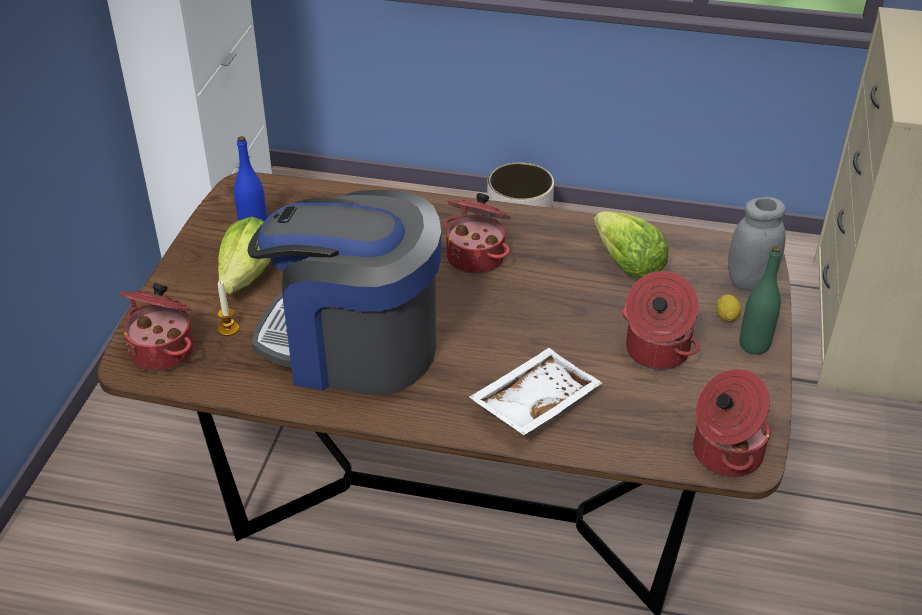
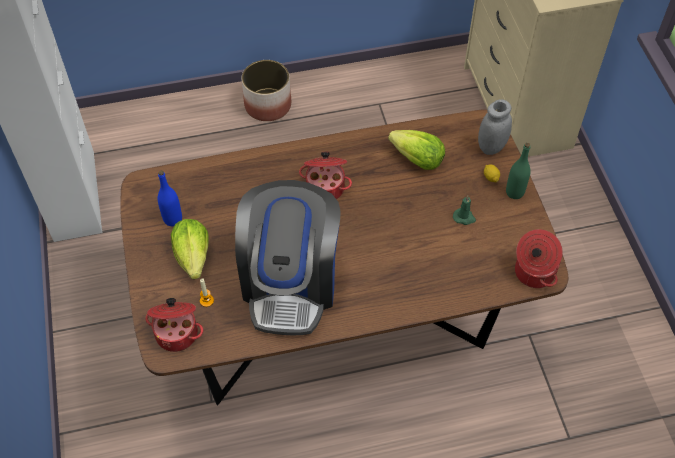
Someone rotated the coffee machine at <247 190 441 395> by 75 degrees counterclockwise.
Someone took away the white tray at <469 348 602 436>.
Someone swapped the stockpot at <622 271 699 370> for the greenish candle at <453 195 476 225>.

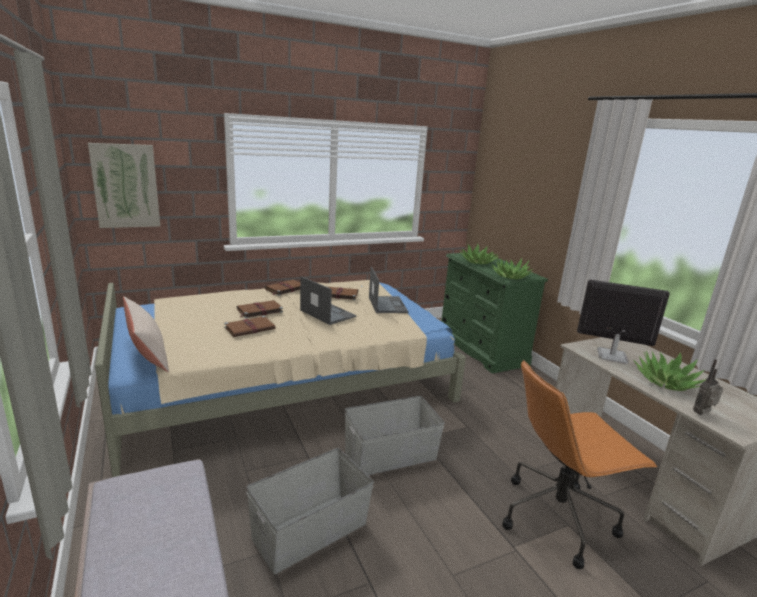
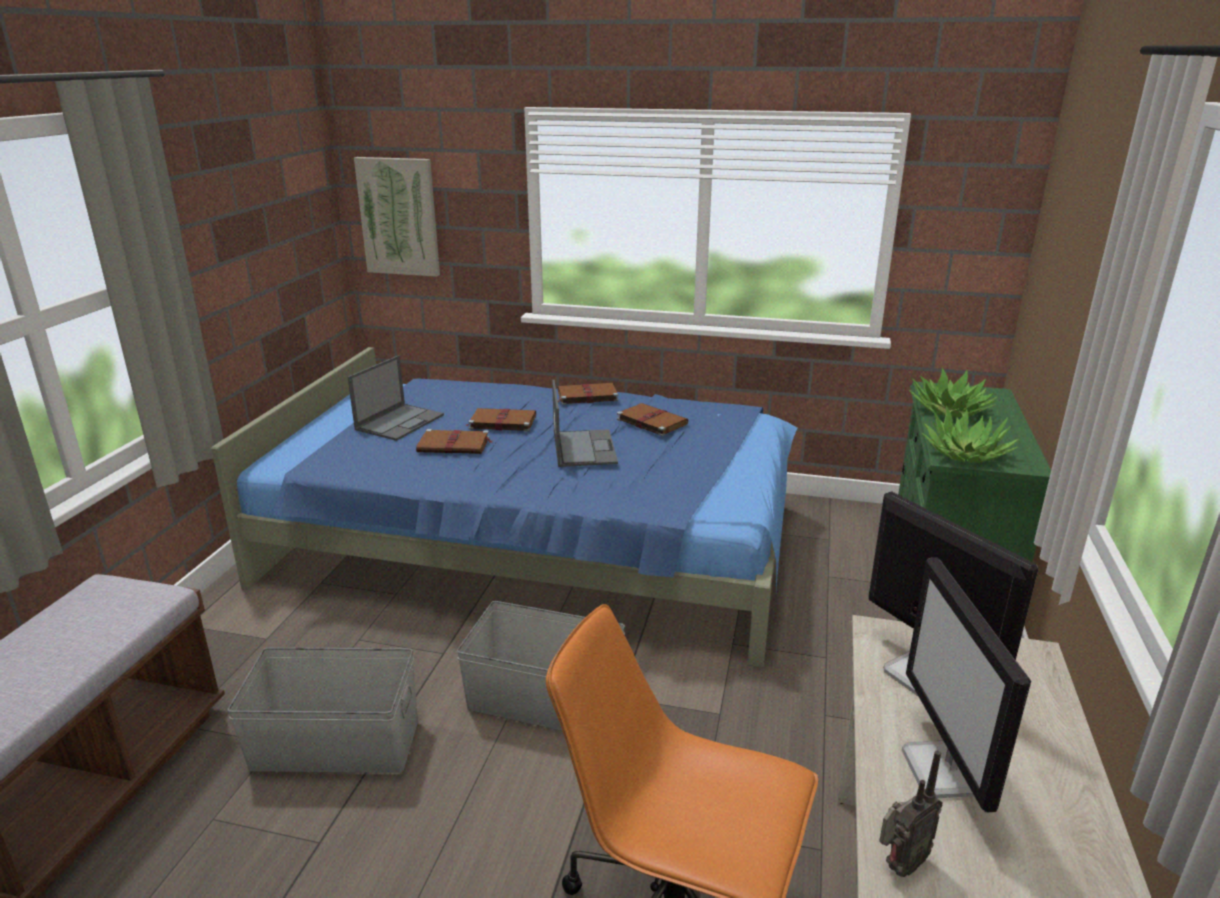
Someone repainted the beige-coloured sleeping bed at <95 280 466 477>, which became the blue sleeping bed at <211 347 797 667>.
Someone took away the beige-coloured pillow at <123 296 169 372>.
Someone carried the laptop from <369 267 408 313> to <348 355 444 441>.
Someone swapped the plant in a pot at <633 351 706 391> for the computer display at <902 557 1031 812>.
Someone rotated the radio receiver at <693 359 723 415> by 135 degrees clockwise.

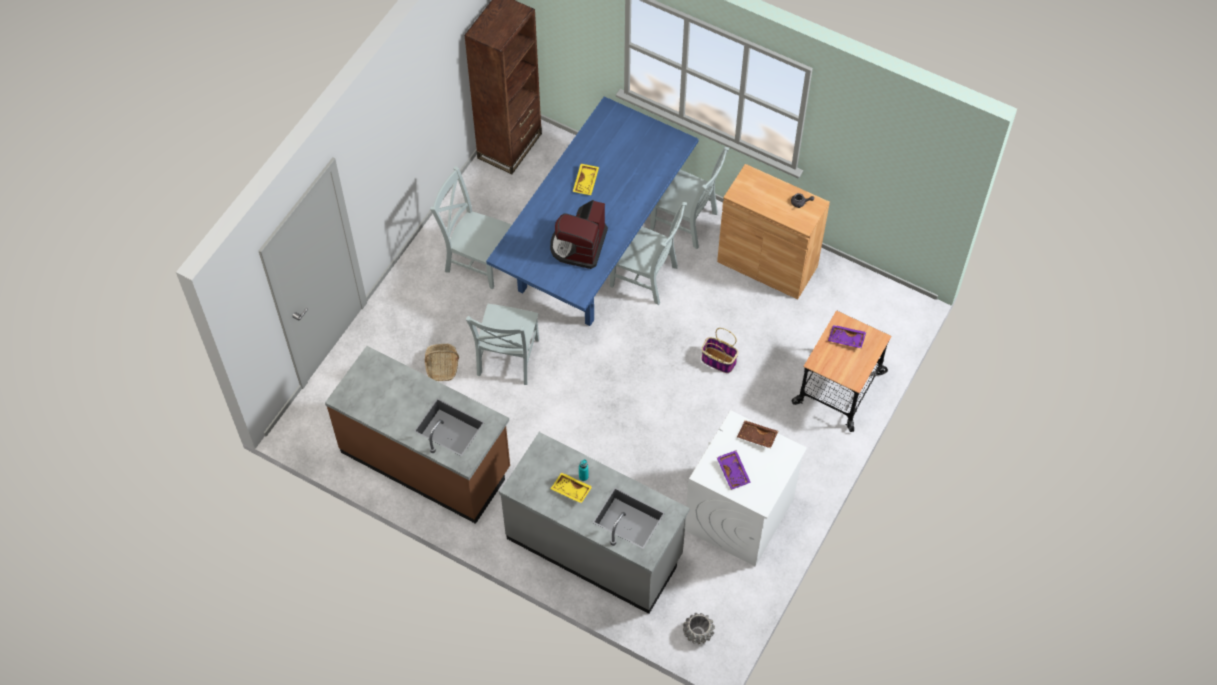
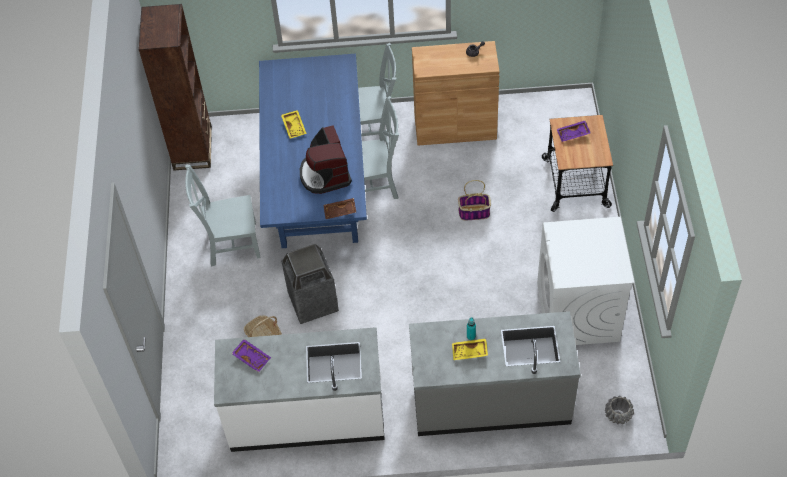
Someone repainted the brown kitchen counter at <325 346 510 524>, which became the white kitchen counter at <214 327 385 452>.
Someone swapped the greyish plain chair at <465 304 539 385> for the rubbish bin at <281 244 339 324>.
Someone carried the purple-coloured tray from <717 450 751 490> to <231 339 271 372>.
Someone carried the brown tray from <737 420 778 448> to <323 198 356 219>.

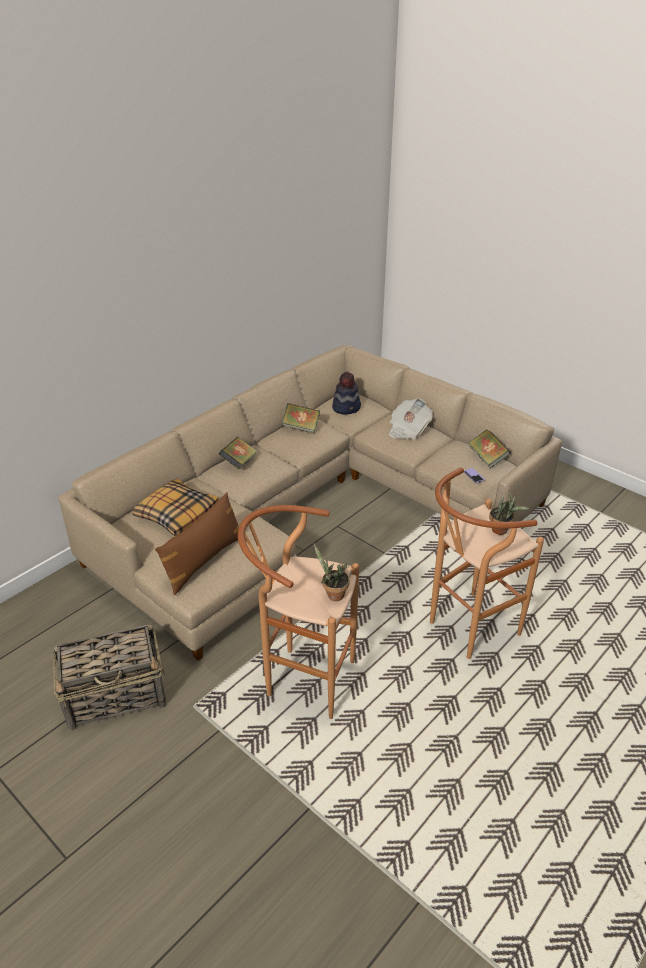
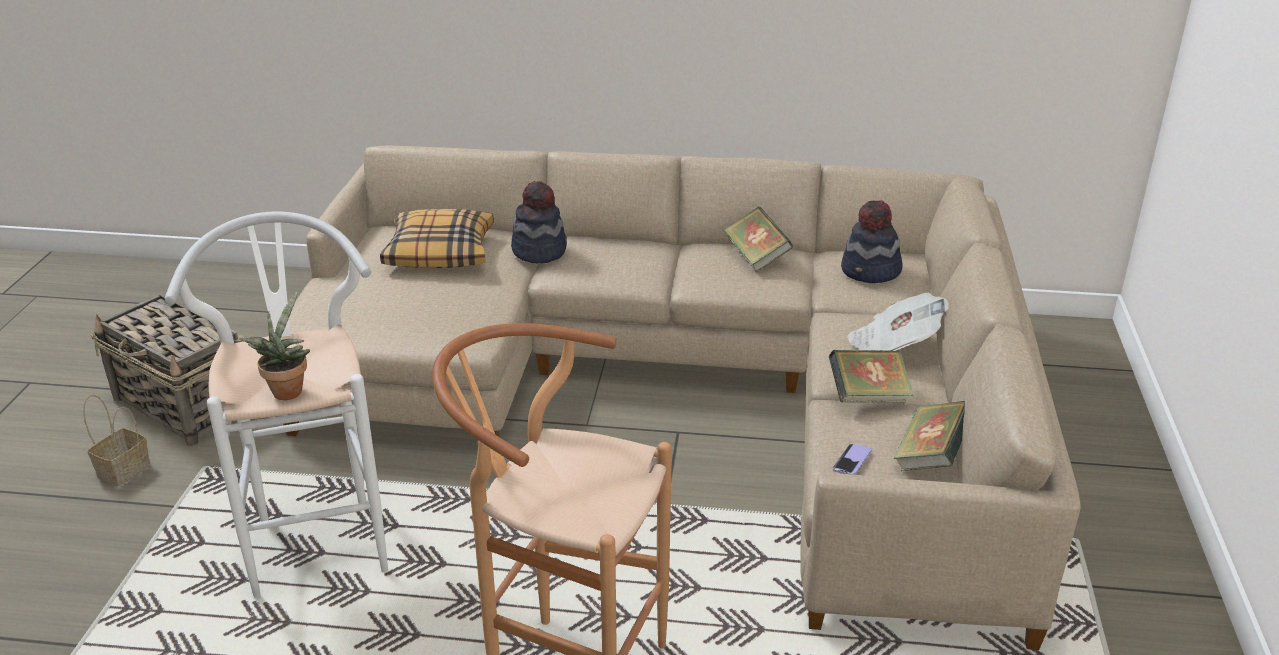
Someone took away the brown pillow at <155 492 239 595>.
Someone carried the bound book from <219 437 257 469> to <829 350 914 402>.
Someone repainted the brown stool at <238 505 359 719>, which became the white stool at <165 211 388 598>.
Someone took away the plant in a pot at <489 491 529 535>.
Someone put down the storage basket at <83 395 151 486>.
Someone put down the wearable hat at <511 181 567 263>.

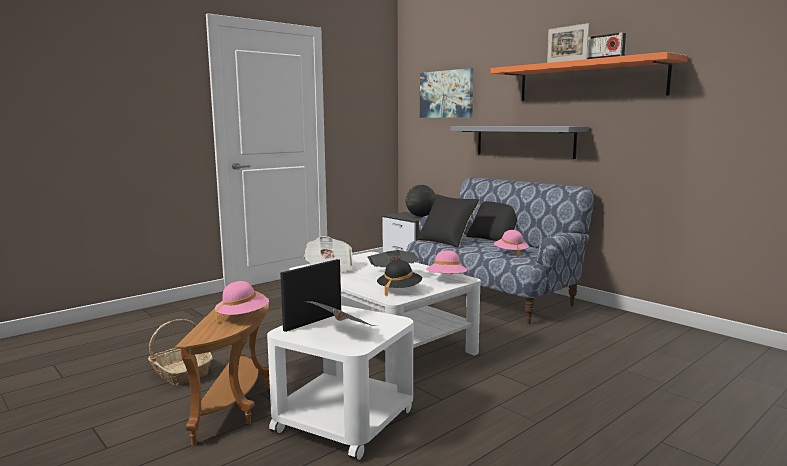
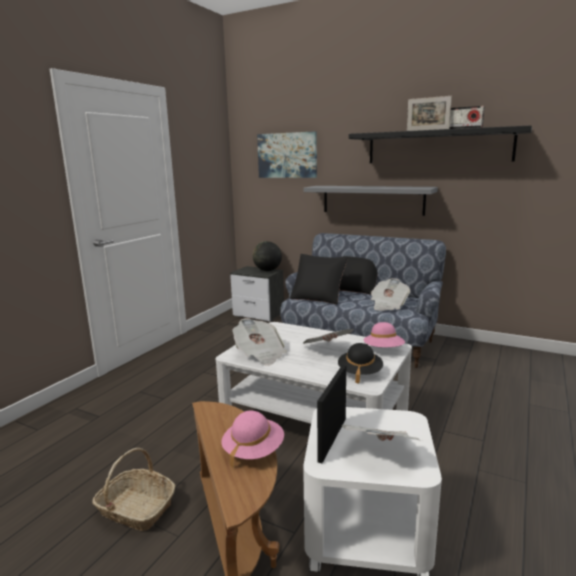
Someone repainted the orange-coloured wall shelf at <490 52 688 101>, which became the black-coloured wall shelf at <349 125 532 163>.
Someone swapped the pink-coloured wearable hat at <494 230 529 257> for the daily paper at <371 278 410 311>.

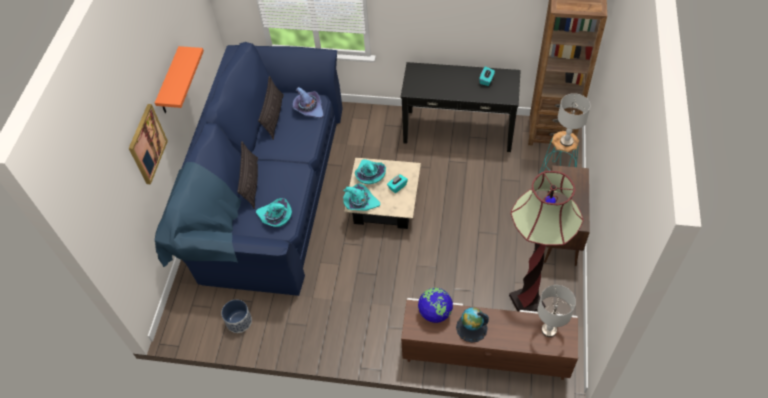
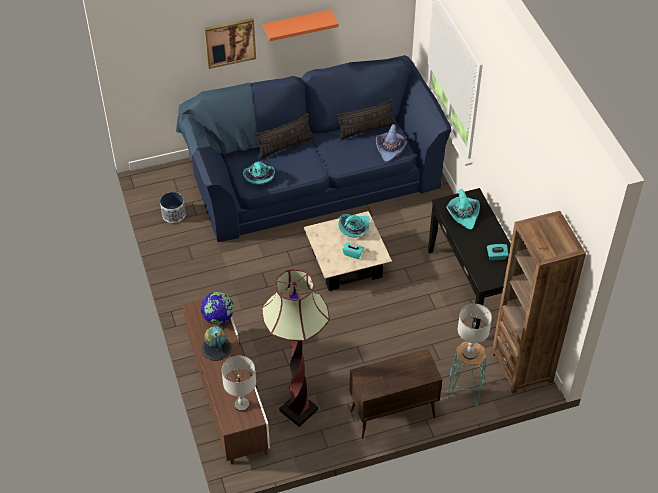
Someone carried the turquoise-coloured wearable hat from <343 184 381 211> to <446 189 480 230>.

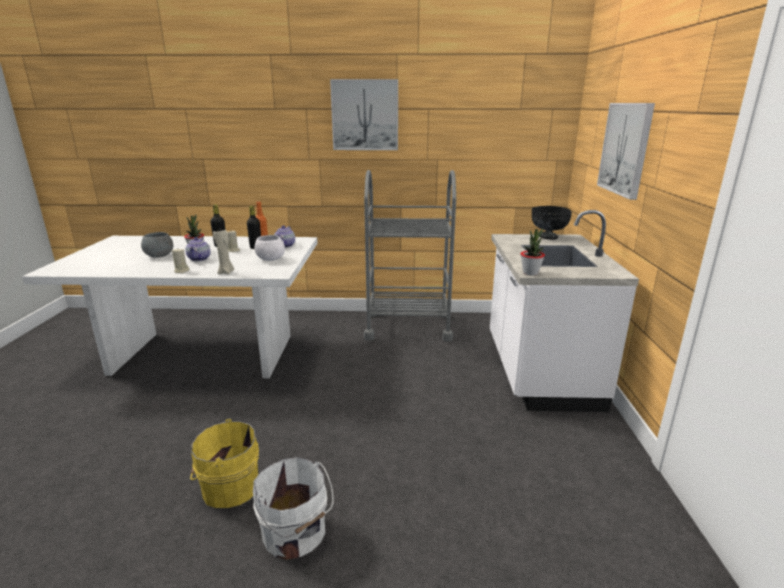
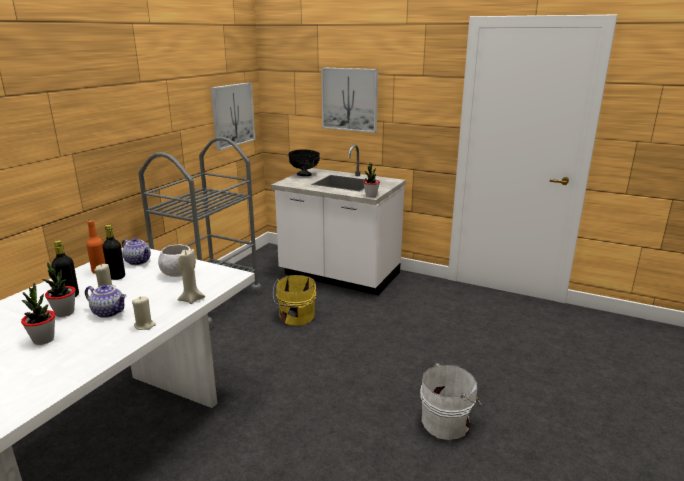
Someone swapped the greyish bowl at <141 232 173 258> for the plant in a pot at <21 283 55 345>.
Someone carried the yellowish pail from <190 418 259 508> to <273 275 317 326>.
Someone carried the wall art from <330 79 398 150> to <211 82 255 150>.

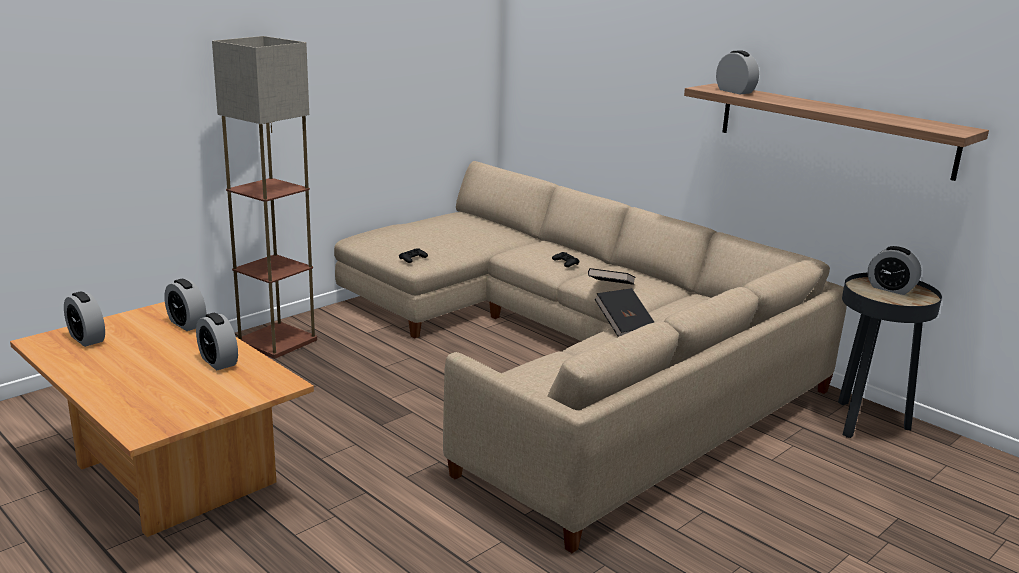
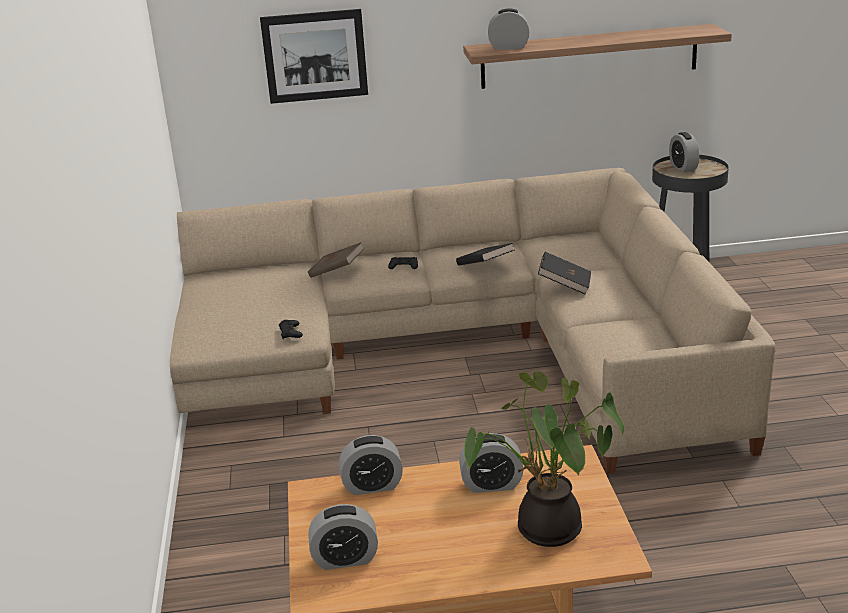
Someone took away the standing lamp at <212 36 317 359>.
Someone rotated the table clock at <868 246 921 295> by 90 degrees clockwise.
Someone put up the wall art at <260 9 368 104>.
Someone put down the brown bound book at <308 242 364 278>.
Someone put down the plant in a pot at <464 371 624 547>.

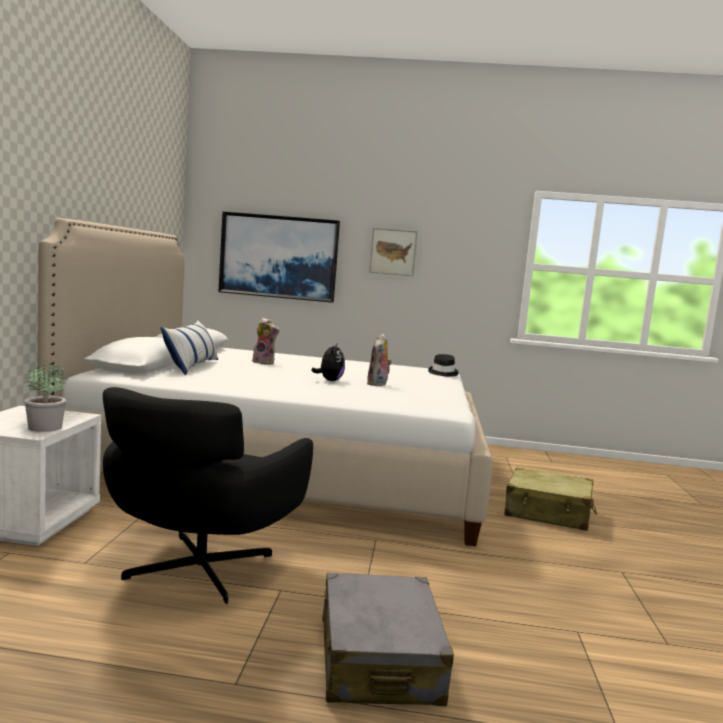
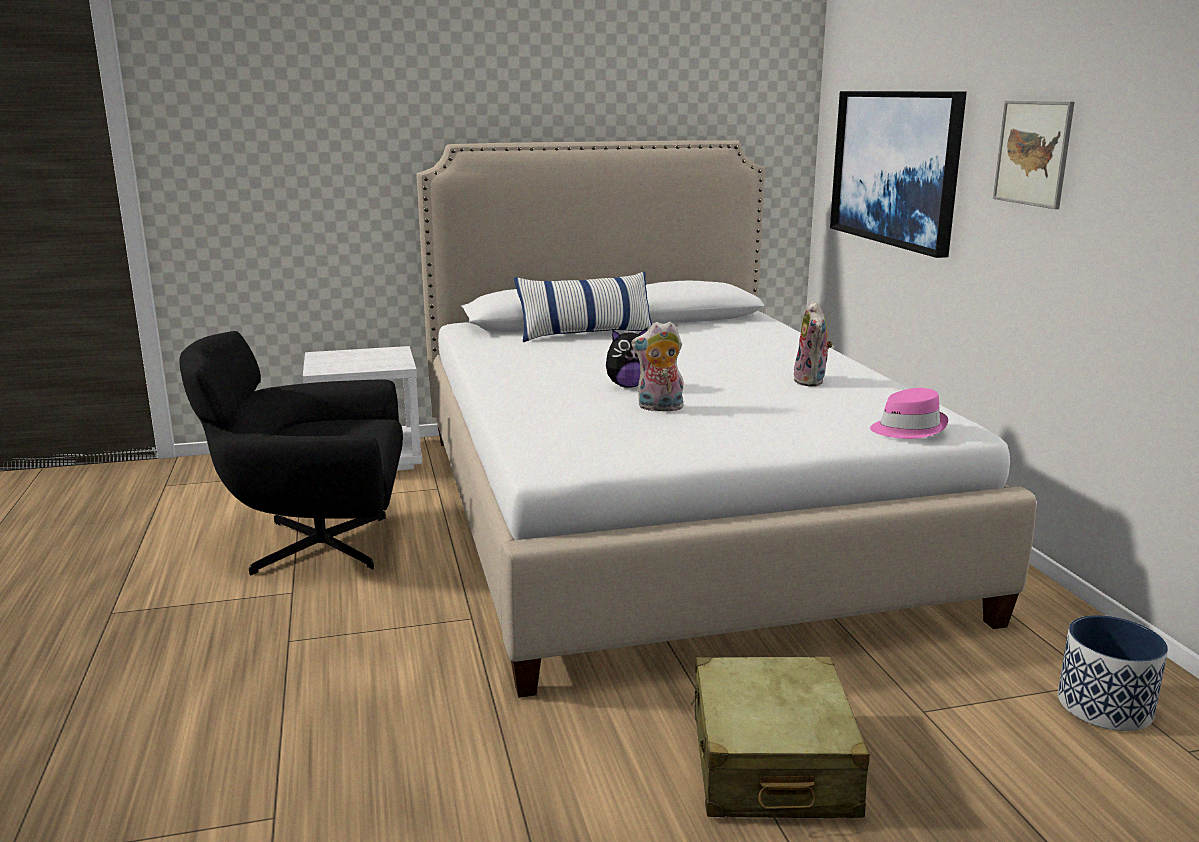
Someone took away the plant in a pot at <25 363 66 432>.
Someone carried the soft toy from <252 317 279 364> to <793 301 833 387>.
Someone took away the greyish travel case at <323 573 454 706>.
Someone repainted the black-coloured wearable hat at <428 354 459 376>, which became the pink-coloured wearable hat at <870 388 948 439>.
Someone put down the flower pot at <1058 615 1168 731>.

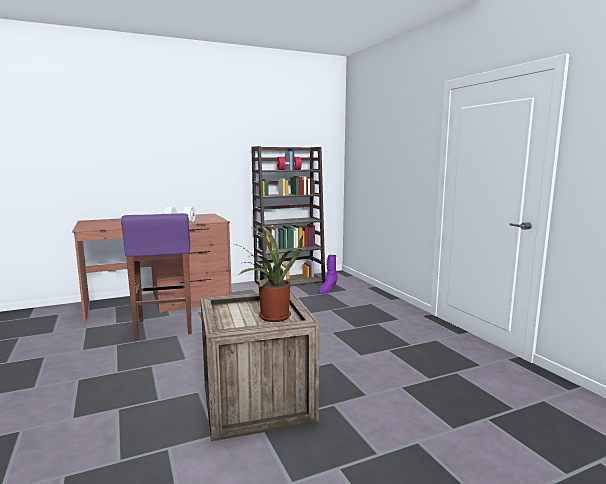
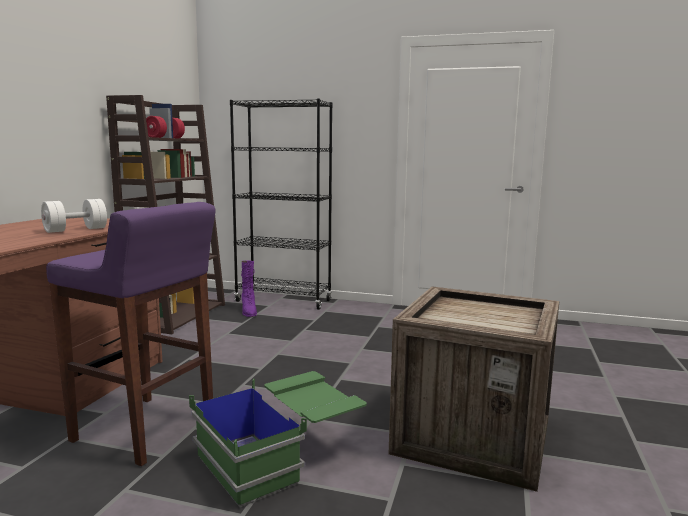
Someone took away the plant in a pot at <234 225 308 322>.
Someone put down the greenish storage bin at <189 371 367 507>.
Someone put down the black-coloured bookshelf at <230 99 333 310>.

